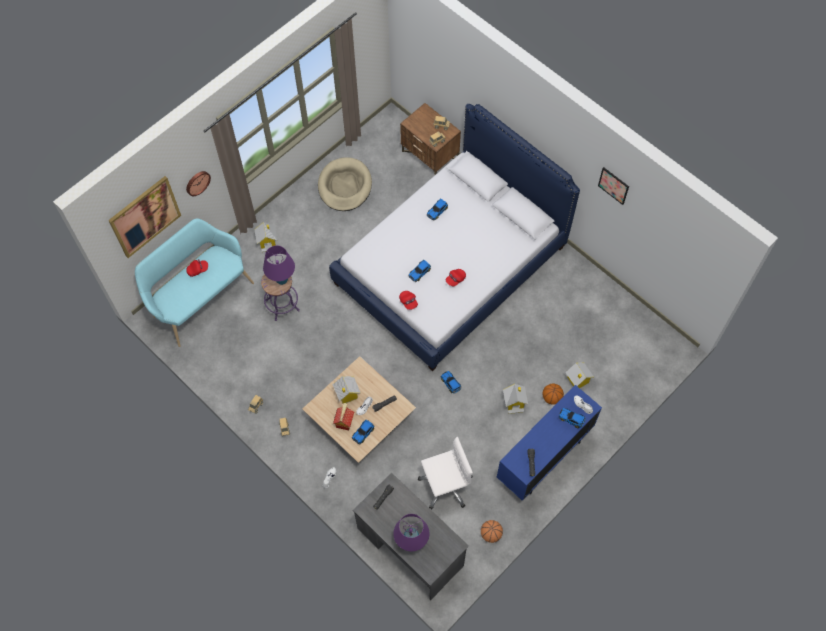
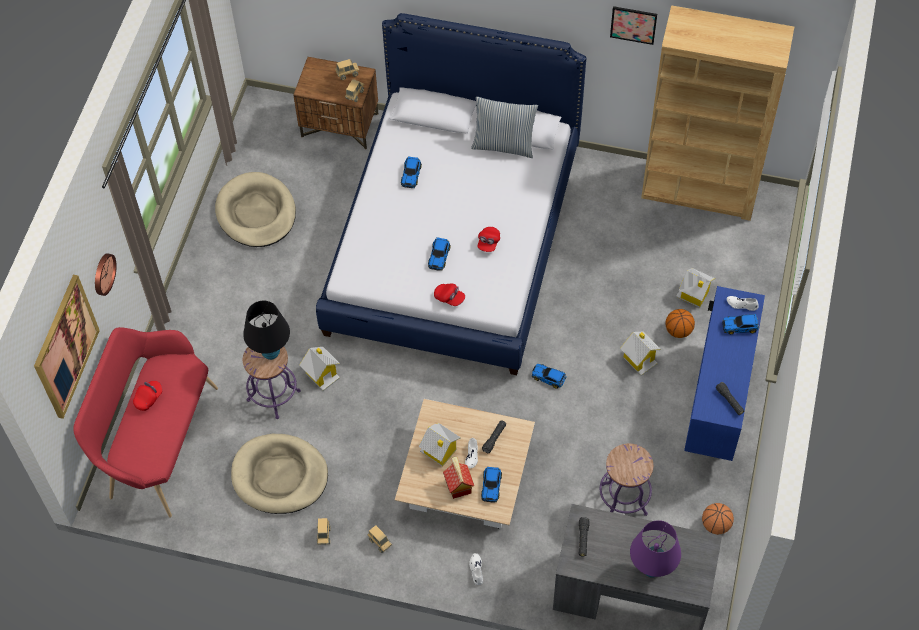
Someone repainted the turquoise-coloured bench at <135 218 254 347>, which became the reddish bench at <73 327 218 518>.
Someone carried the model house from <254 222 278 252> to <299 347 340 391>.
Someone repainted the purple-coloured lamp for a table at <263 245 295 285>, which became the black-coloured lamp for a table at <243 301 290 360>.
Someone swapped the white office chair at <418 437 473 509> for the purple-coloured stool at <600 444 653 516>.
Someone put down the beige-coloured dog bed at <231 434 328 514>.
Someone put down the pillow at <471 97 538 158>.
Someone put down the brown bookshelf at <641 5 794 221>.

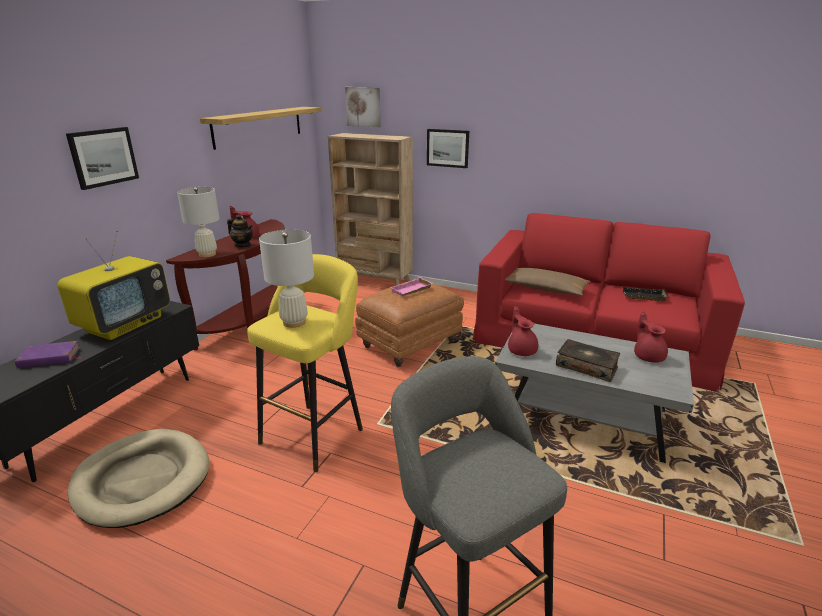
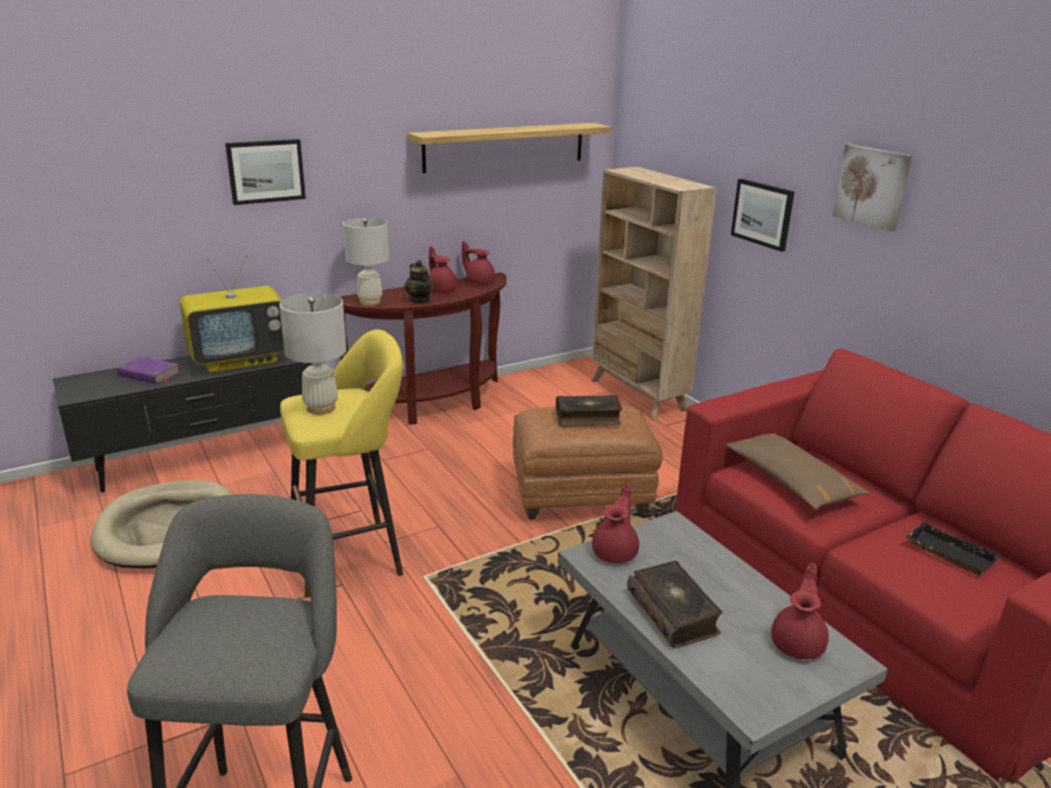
Someone carried the wall art from <345 87 381 127> to <833 144 912 231>.
Someone swapped the pink-coloured tray at <391 277 433 296> for the bound book at <556 395 622 427>.
Someone put down the reddish teapot at <462 241 495 284>.

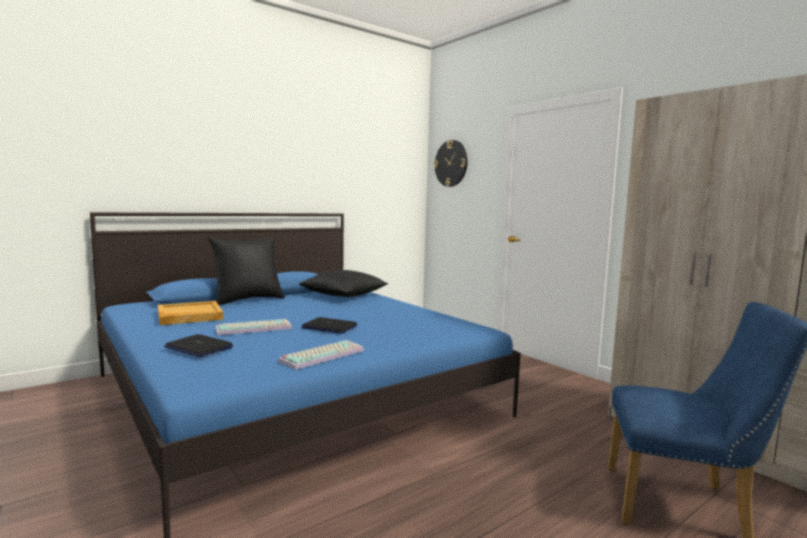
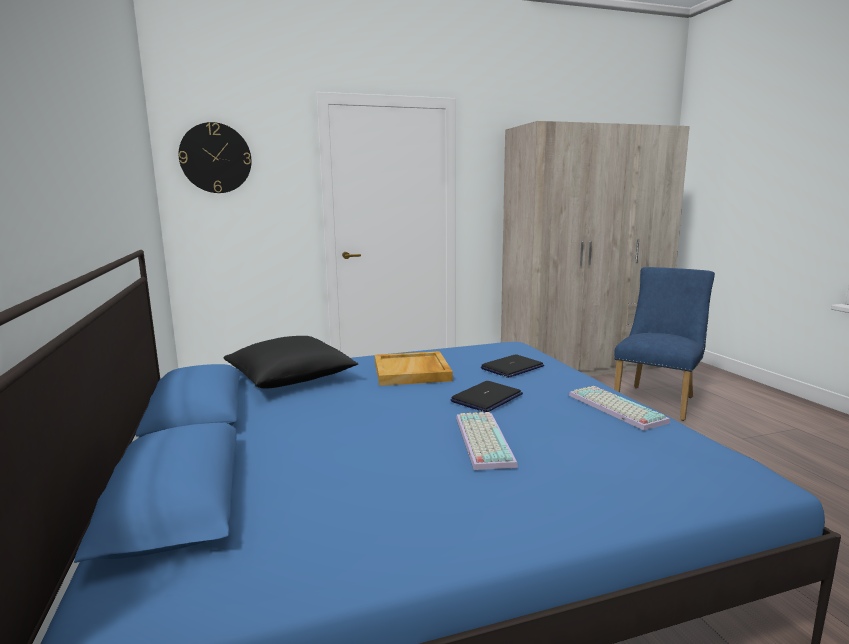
Someone carried the beige-coloured tray from <158 301 223 325> to <375 351 453 386>.
Someone carried the laptop from <164 334 233 357> to <481 354 544 378>.
Someone took away the black-coloured pillow at <208 236 285 305>.

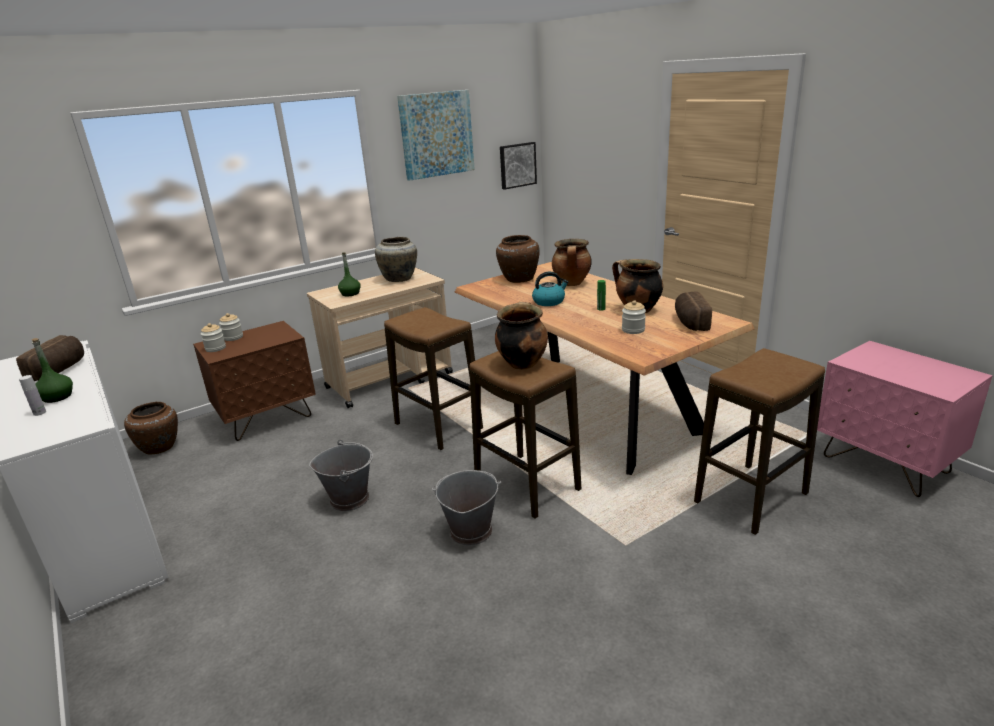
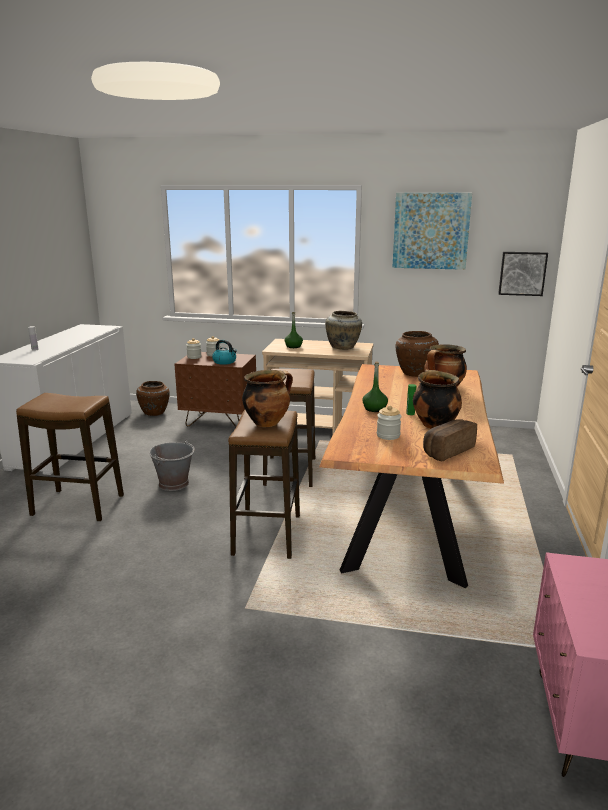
Someone took away the baked bread at <16 335 84 381>.
Someone carried the greenish beverage bottle from <31 338 73 403> to <362 361 388 412>.
Someone took away the greyish pail at <432 470 501 545>.
Someone carried the kettle from <532 272 569 306> to <212 340 237 365>.
Someone carried the stool from <694 348 825 535> to <16 393 124 522>.

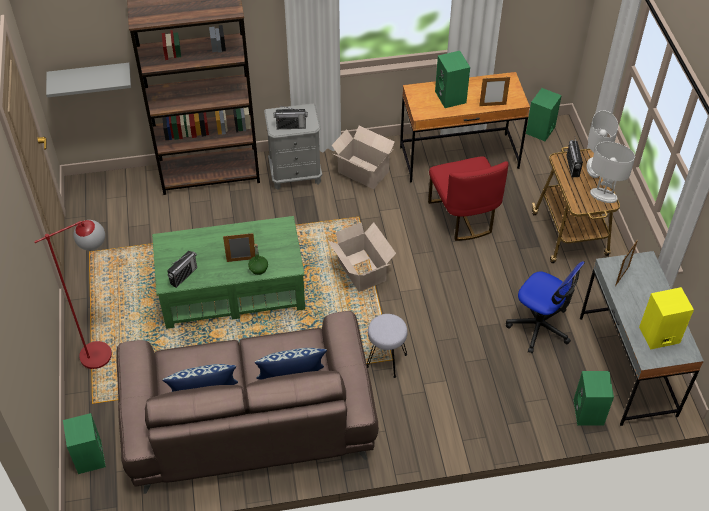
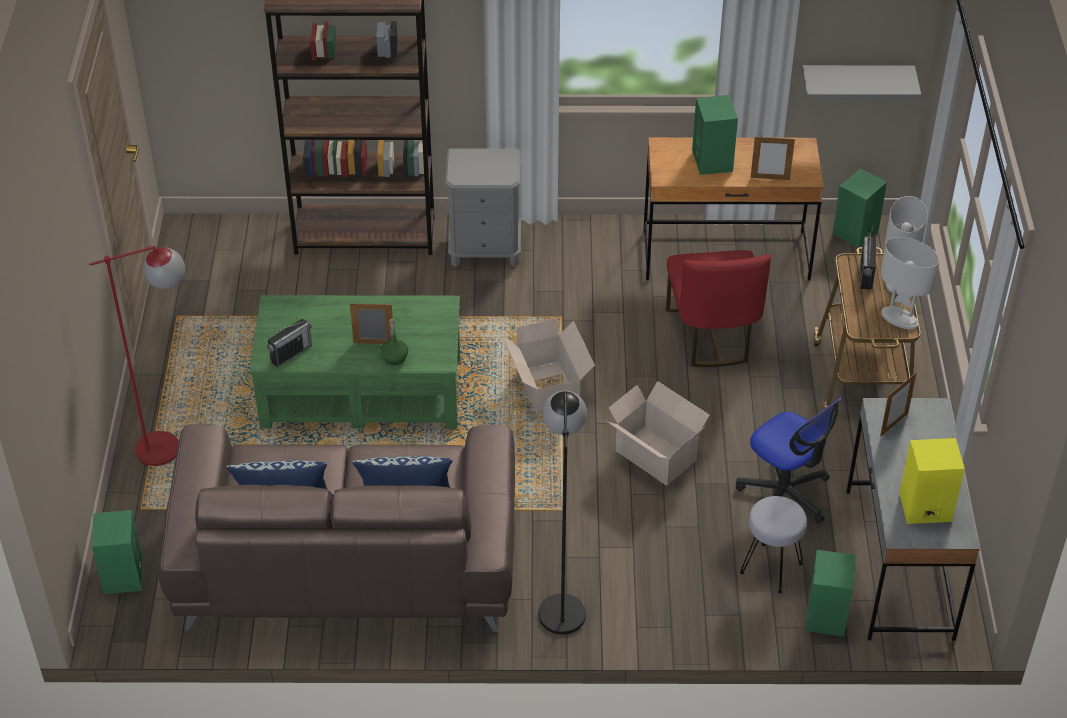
Someone carried the greyish wall shelf from <46 63 131 98> to <802 65 921 99>.
Someone took away the radio receiver at <274 105 308 129>.
Someone carried the carton from <332 126 395 189> to <608 381 710 486>.
Someone carried the greyish stool from <367 314 408 378> to <740 496 807 593>.
Someone put down the black-coloured standing lamp at <539 391 587 635>.

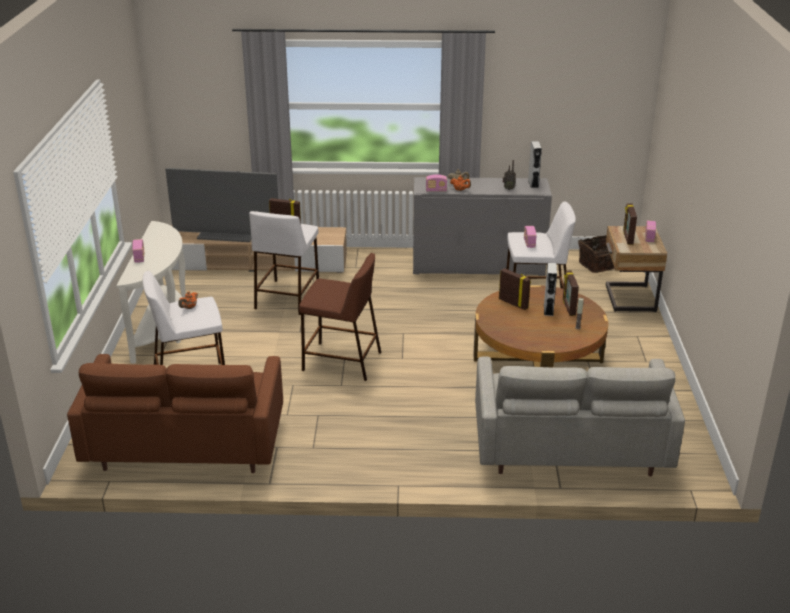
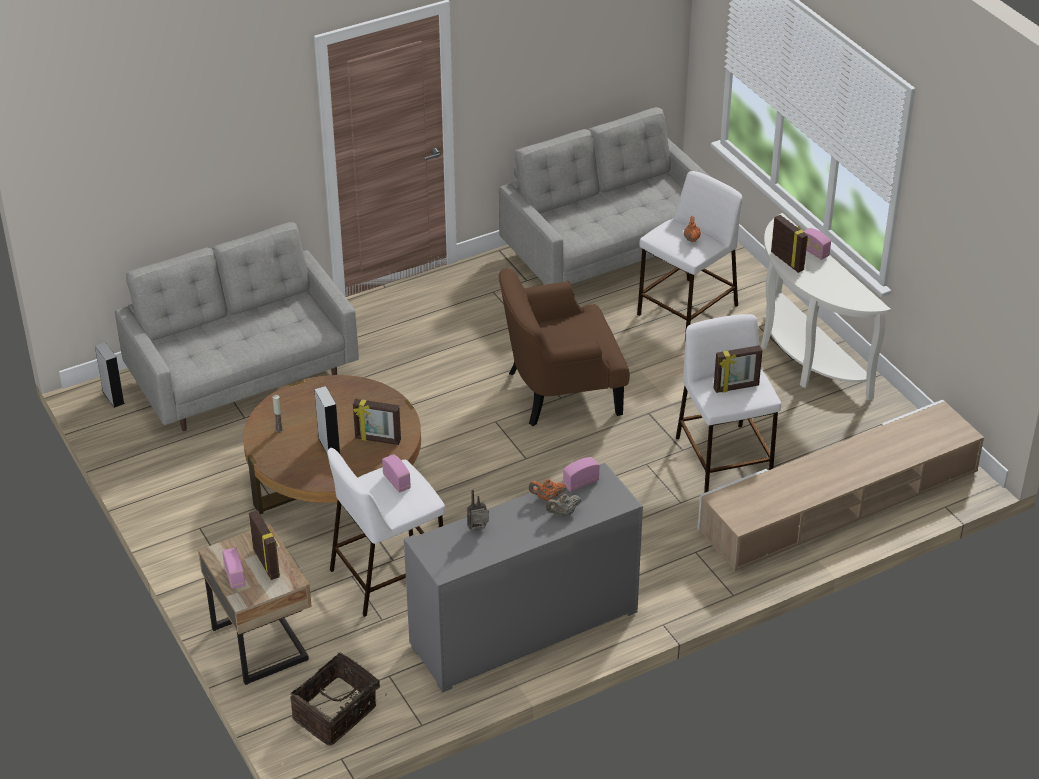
Someone repainted the brown settee at <67 354 283 473>, which became the greyish settee at <499 107 709 285>.
Someone took away the TV at <165 168 278 242>.
Someone swapped the brown stool at <299 253 381 381> for the brown armchair at <498 268 630 426>.
Someone carried the greyish audio speaker from <528 141 542 188> to <95 342 125 408>.
Someone carried the picture frame from <563 271 579 316> to <771 215 808 273>.

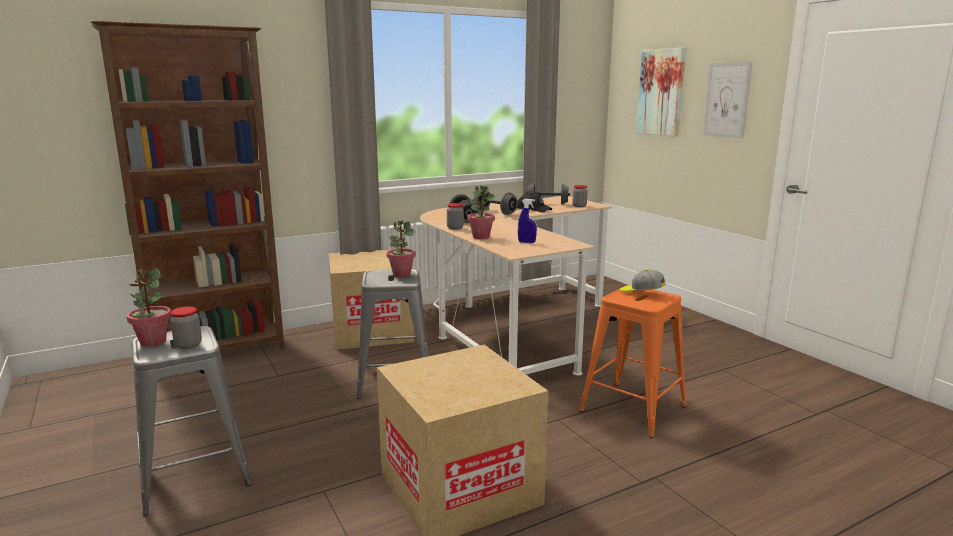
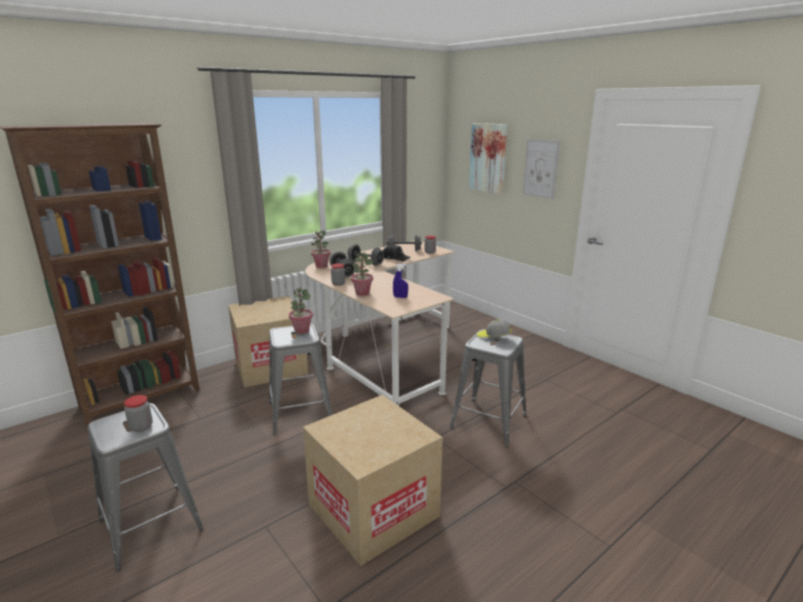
Someone carried the plant in a pot from <127 269 171 346> to <311 230 331 268>.
Someone repainted the orange-coloured stool at <579 285 686 438>, which became the greyish stool at <450 329 527 447>.

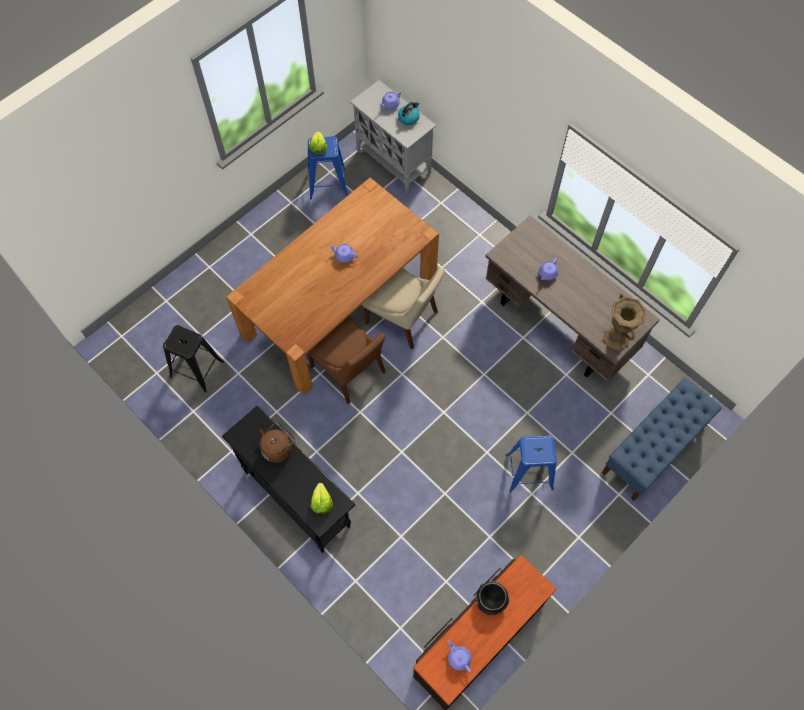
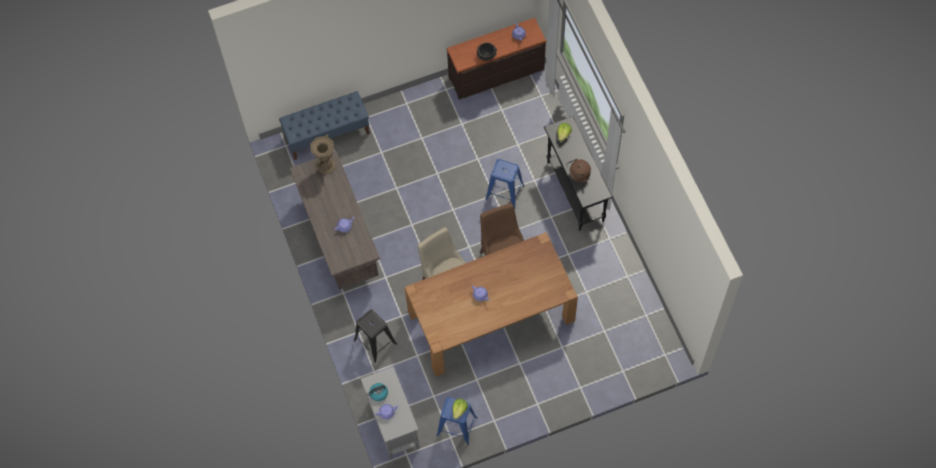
Someone carried the black-coloured stool from <163 325 224 393> to <354 310 397 363>.
Someone carried the blue stool from <505 435 557 492> to <485 159 524 209>.

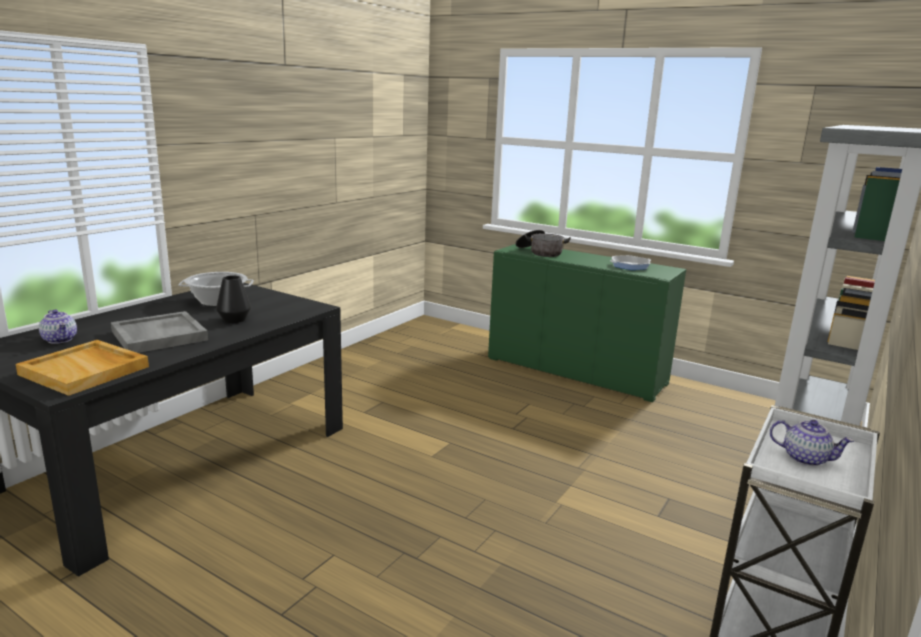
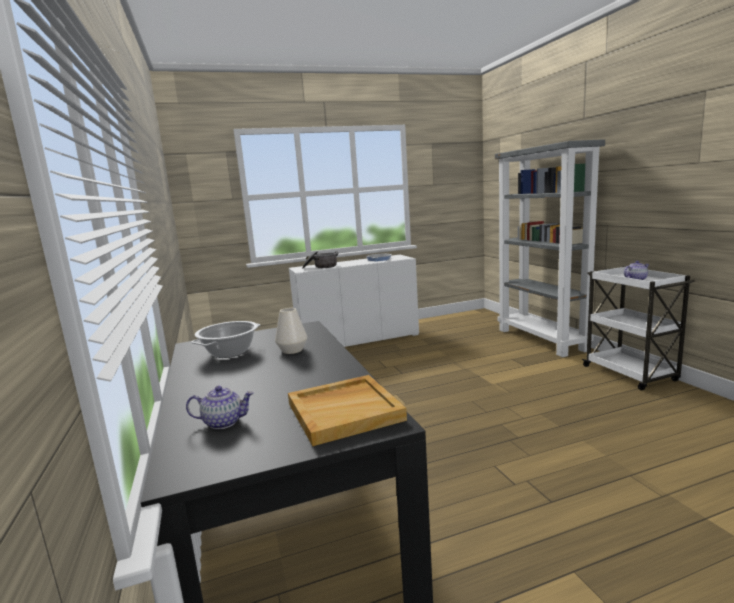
Someone took away the greyish tray at <111 311 208 353>.
Someone repainted the black-coloured decorative vase at <216 276 251 323>, which became the white decorative vase at <275 308 307 354>.
Someone repainted the greenish storage cabinet at <488 244 686 402>, which became the white storage cabinet at <289 255 419 347>.

